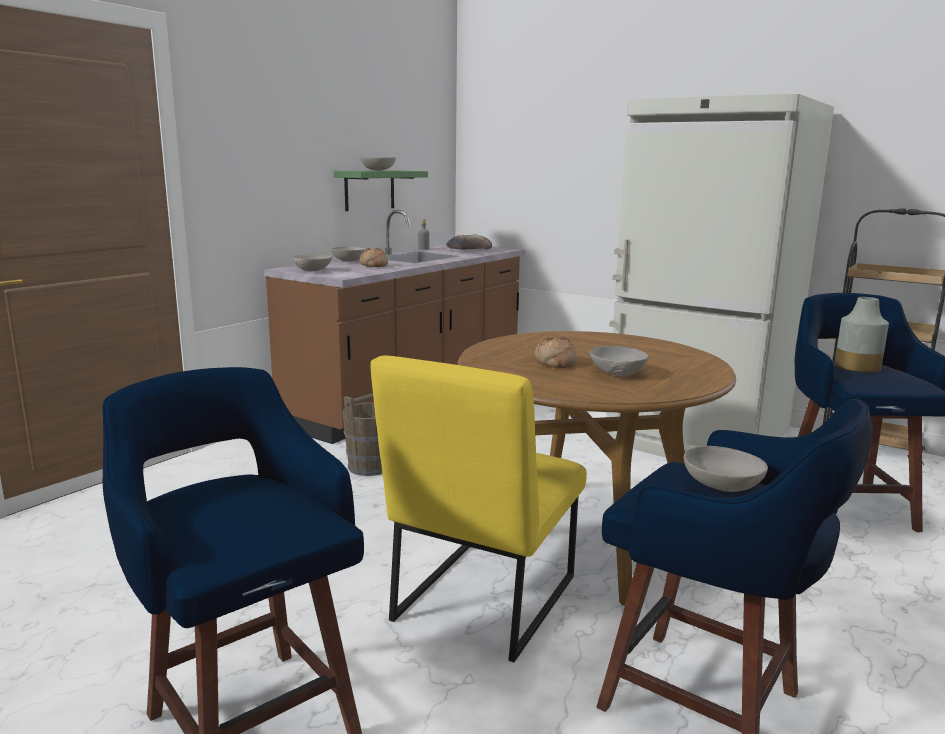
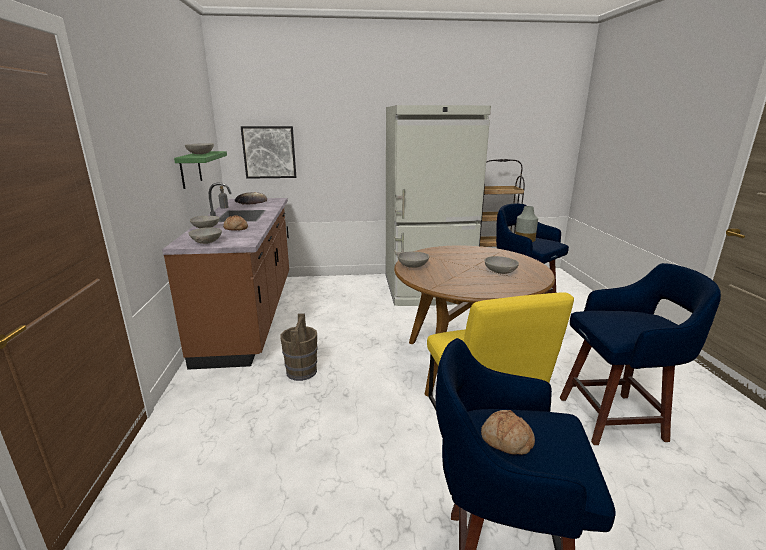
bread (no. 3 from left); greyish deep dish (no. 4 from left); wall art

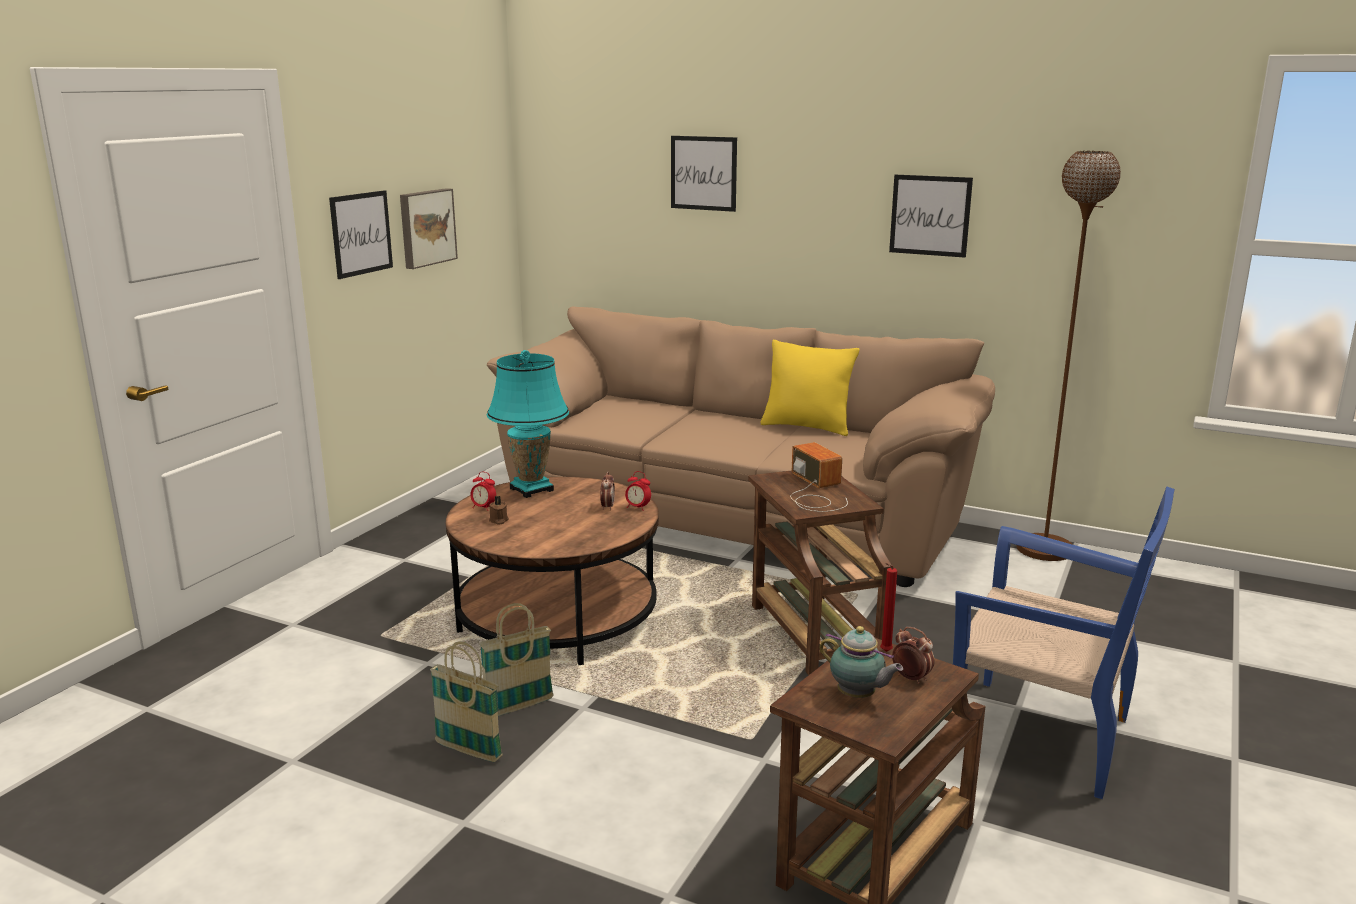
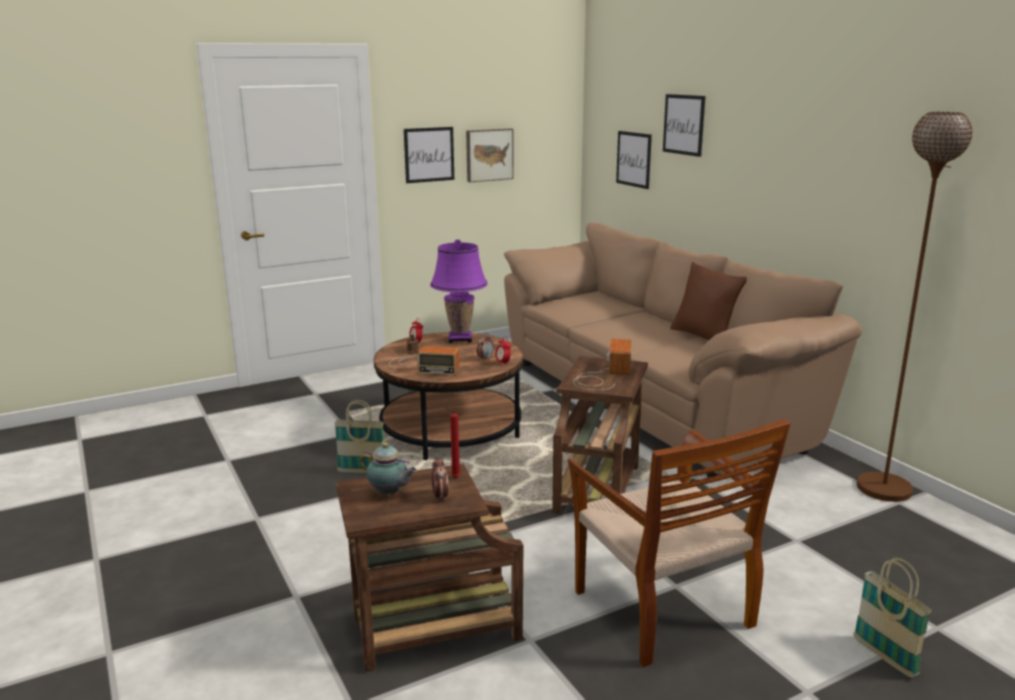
basket (no. 2 from left); purple table lamp; brownish throw pillow; teapot; wall art (no. 3 from left); brownish lounge chair; radio set (no. 1 from left)

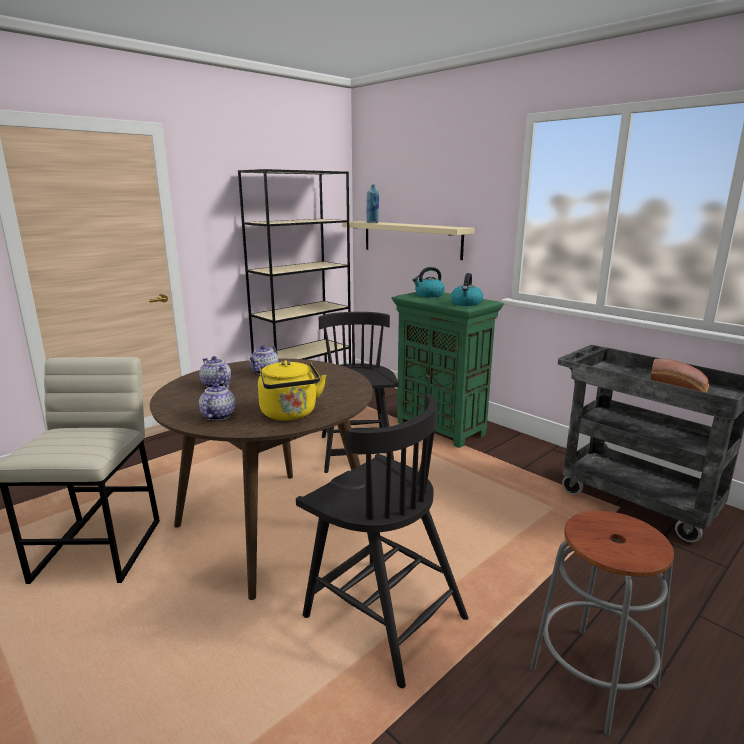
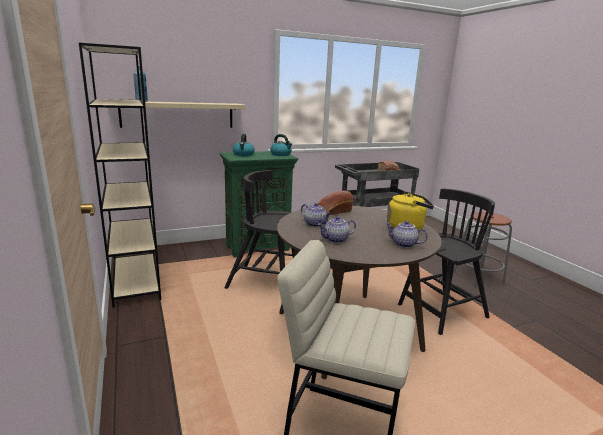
bread (no. 1 from left)

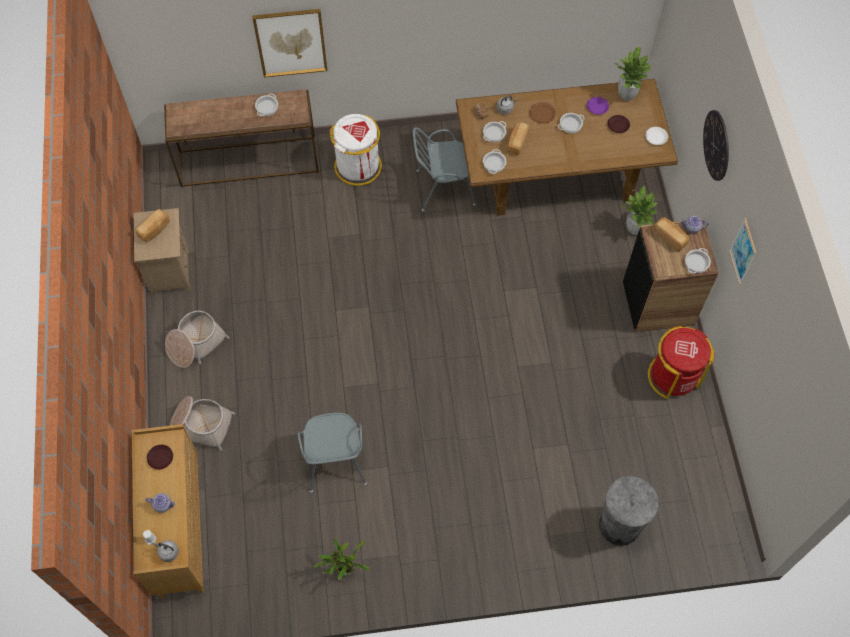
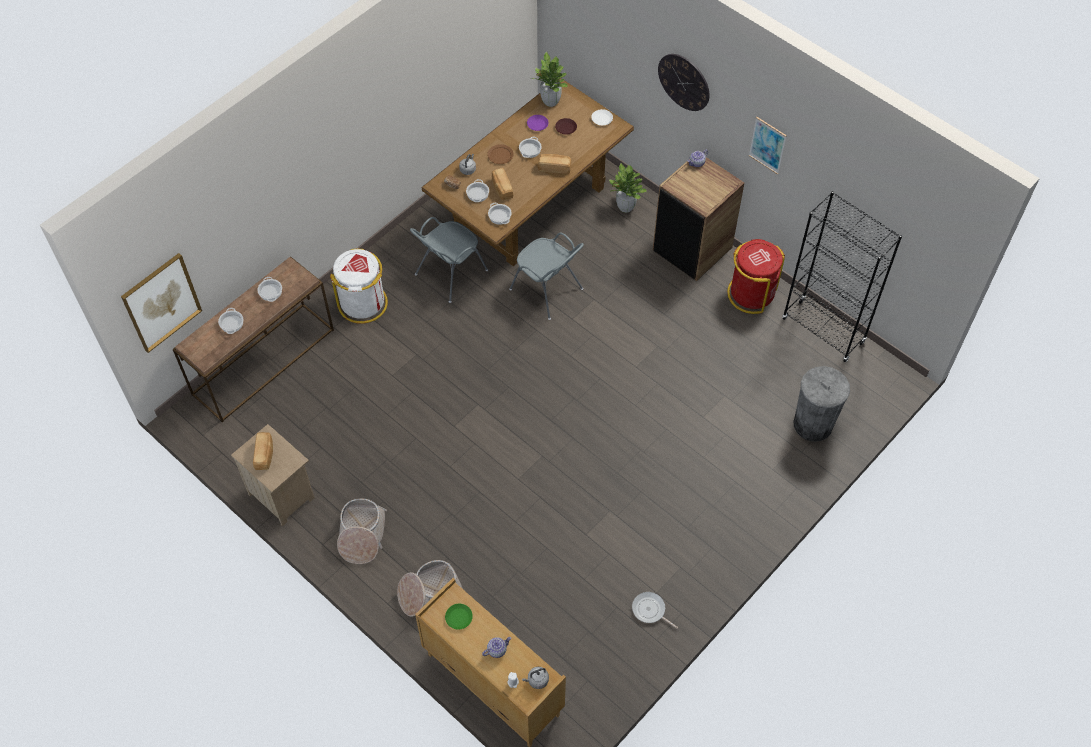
greenish flat dish; wall art (no. 1 from left); greyish plain chair (no. 2 from left); frying pan; bread (no. 4 from left); stockpot (no. 1 from left); black-coloured bookcase

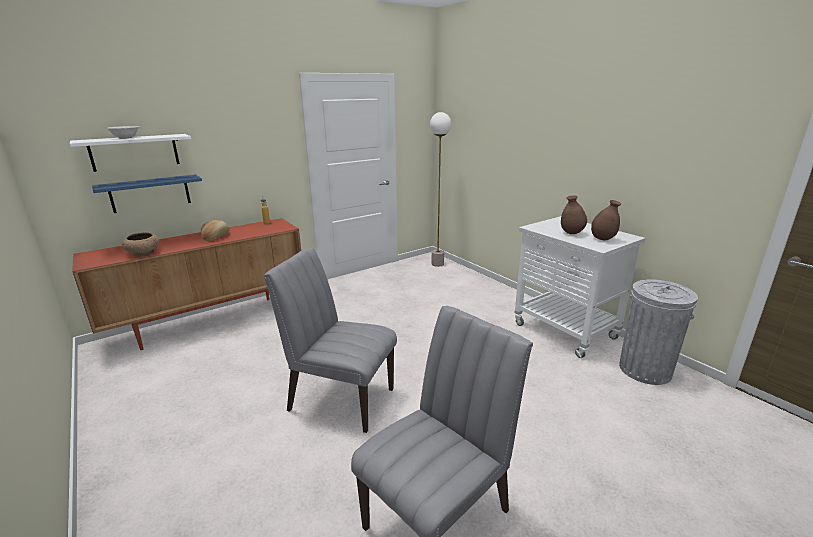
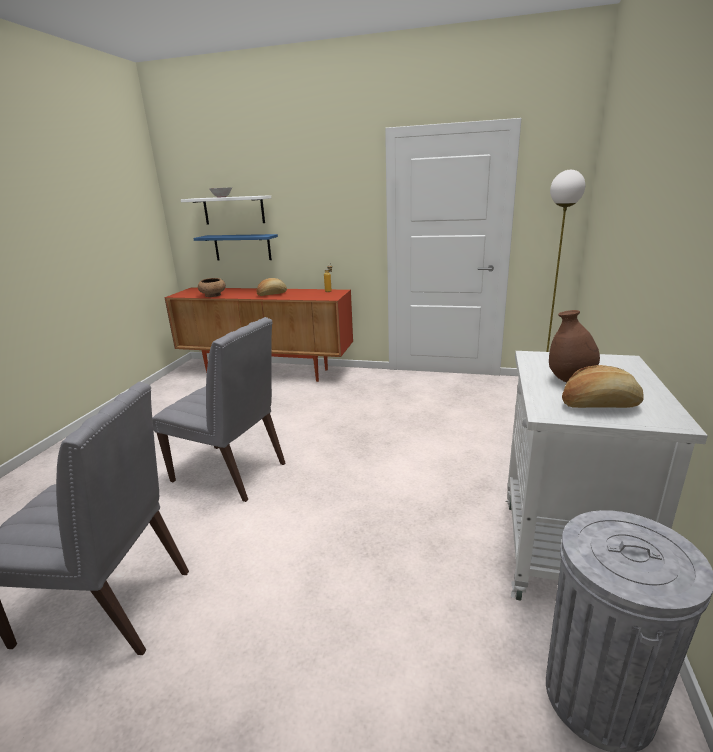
greyish plain chair (no. 2 from left); bread (no. 2 from left)

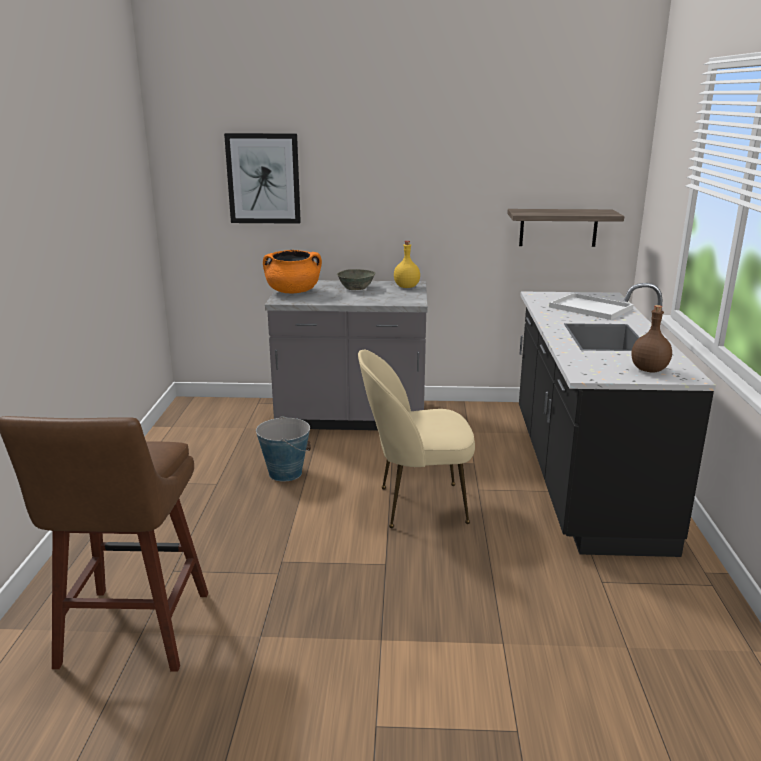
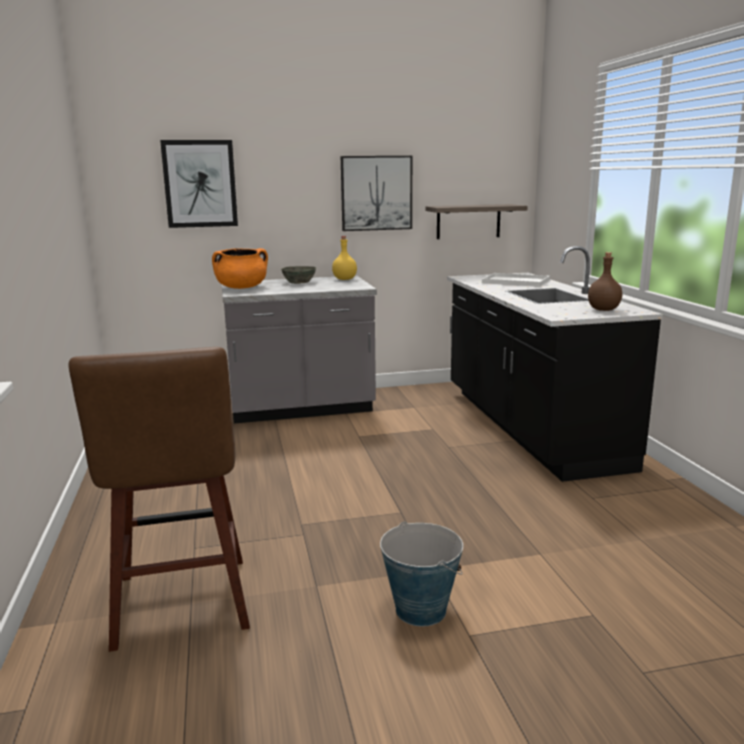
water bucket; sand-coloured plain chair; wall art (no. 2 from left)

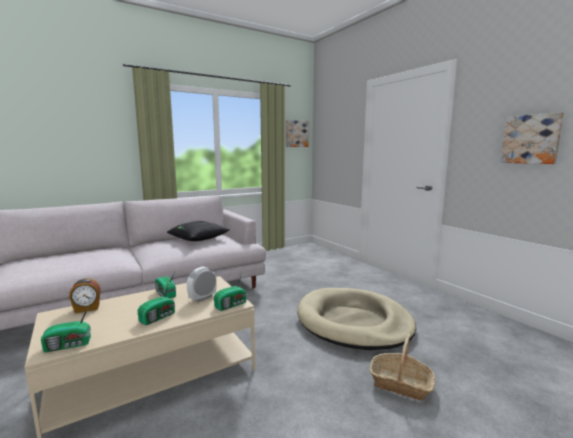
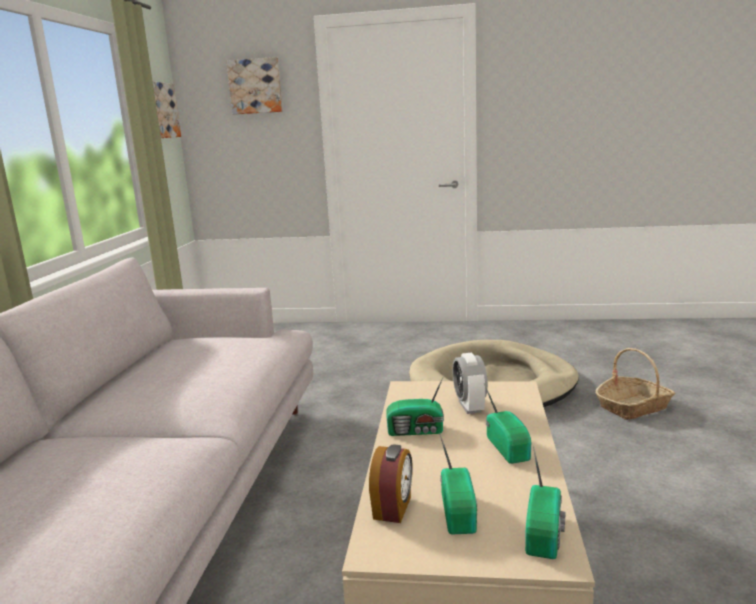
black-coloured throw pillow; radio set (no. 2 from left); wall art (no. 2 from left)

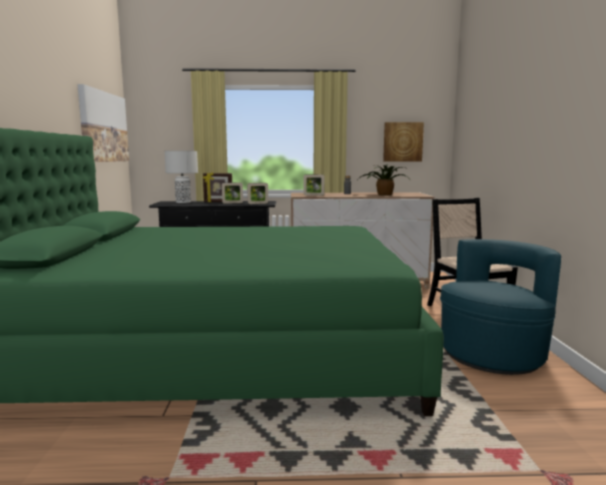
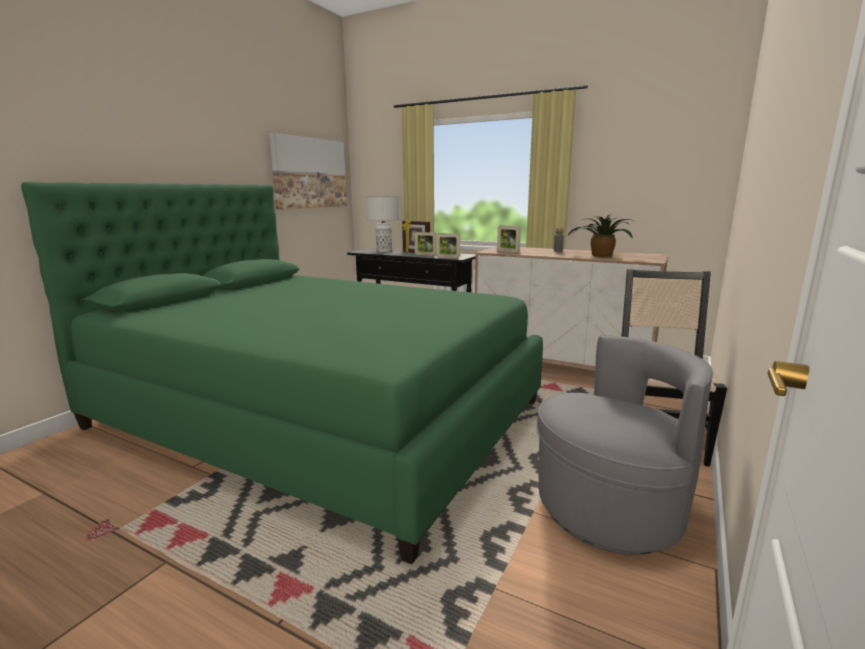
wall art (no. 2 from left in the first image); greyish lounge chair

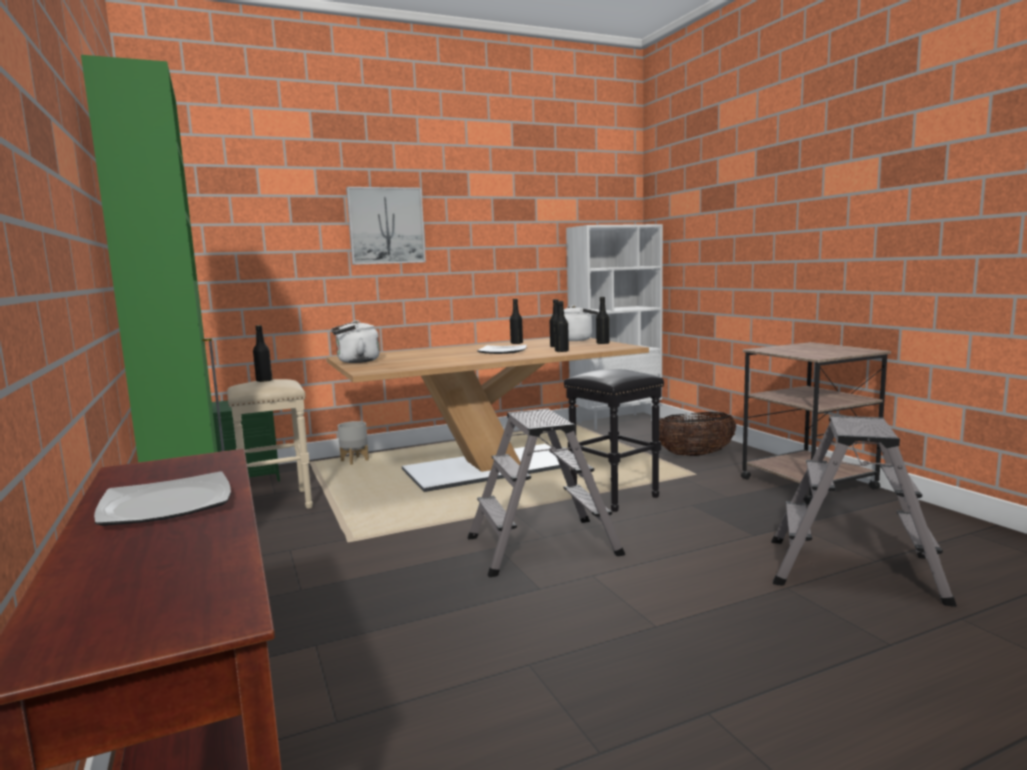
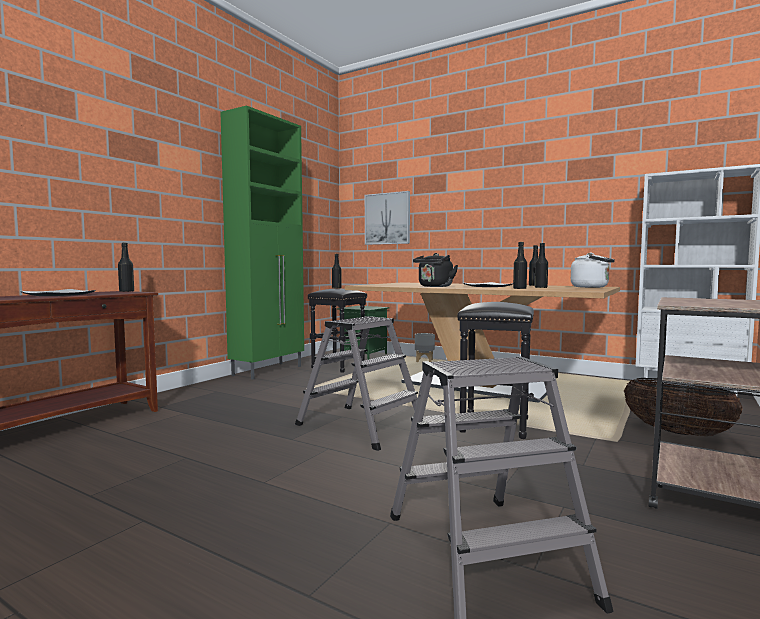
black-coloured sitting stool (no. 1 from left); whitish kettle (no. 1 from left in the first image); wall art; black-coloured bottle (no. 1 from left); black-coloured kettle

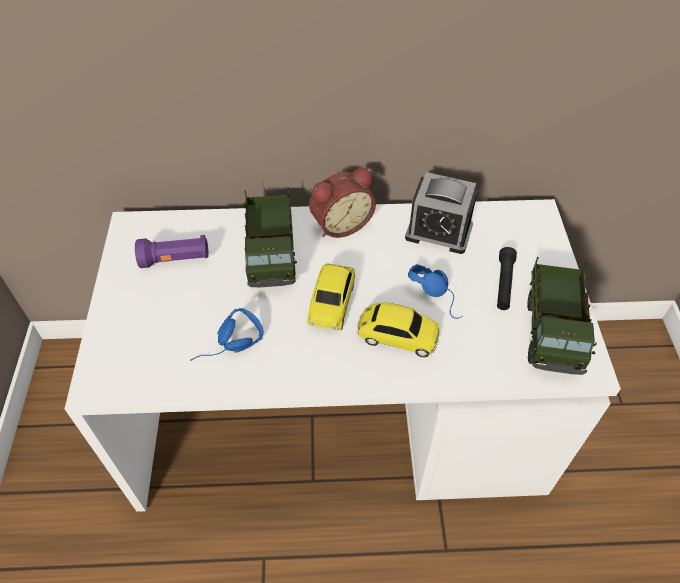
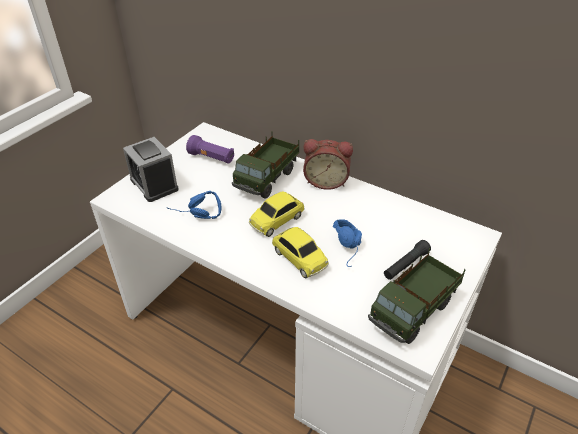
bedside clock (no. 1 from left)

